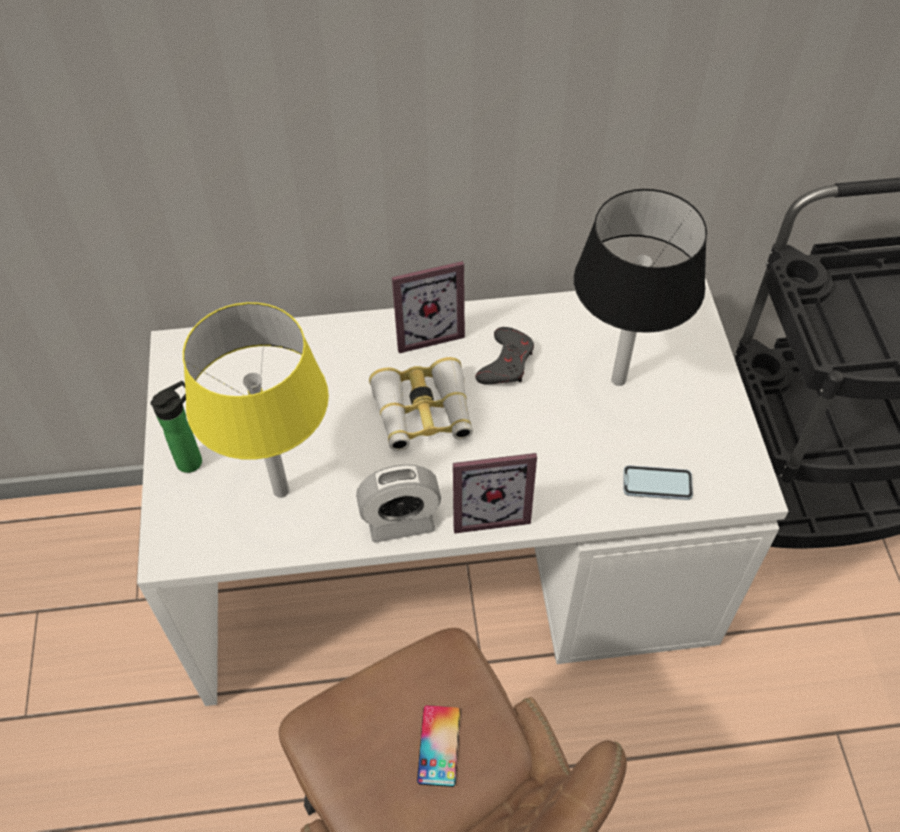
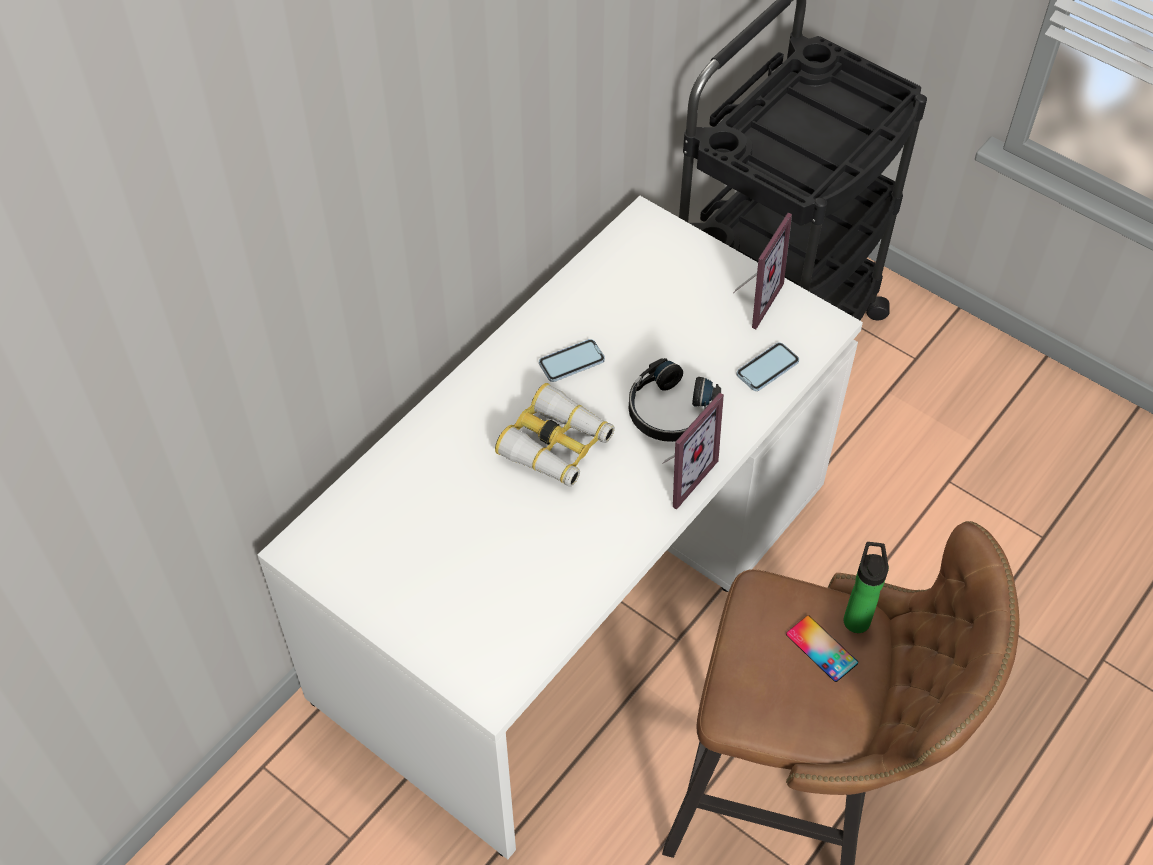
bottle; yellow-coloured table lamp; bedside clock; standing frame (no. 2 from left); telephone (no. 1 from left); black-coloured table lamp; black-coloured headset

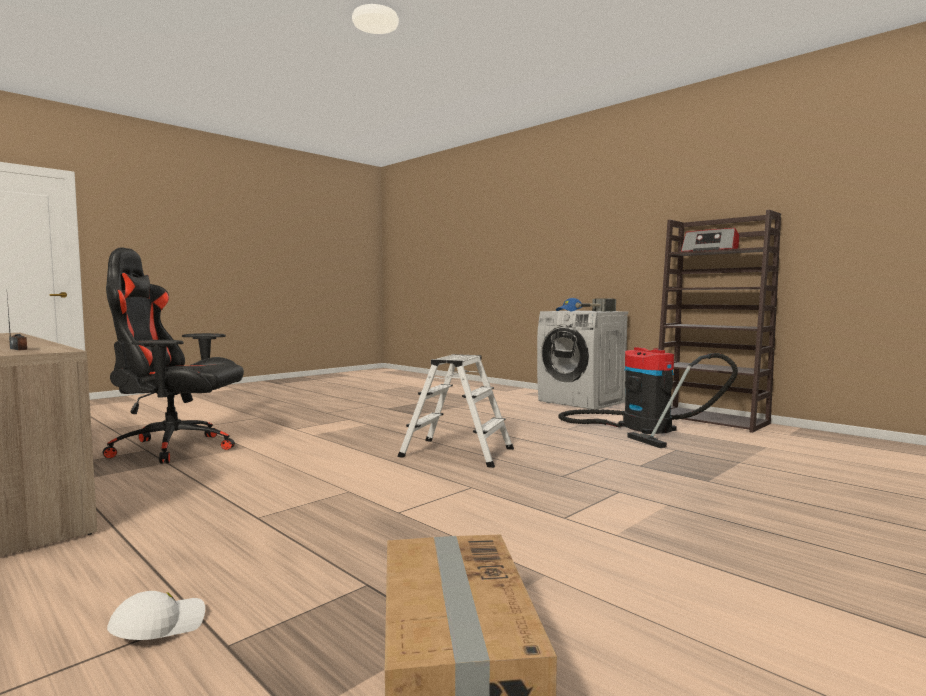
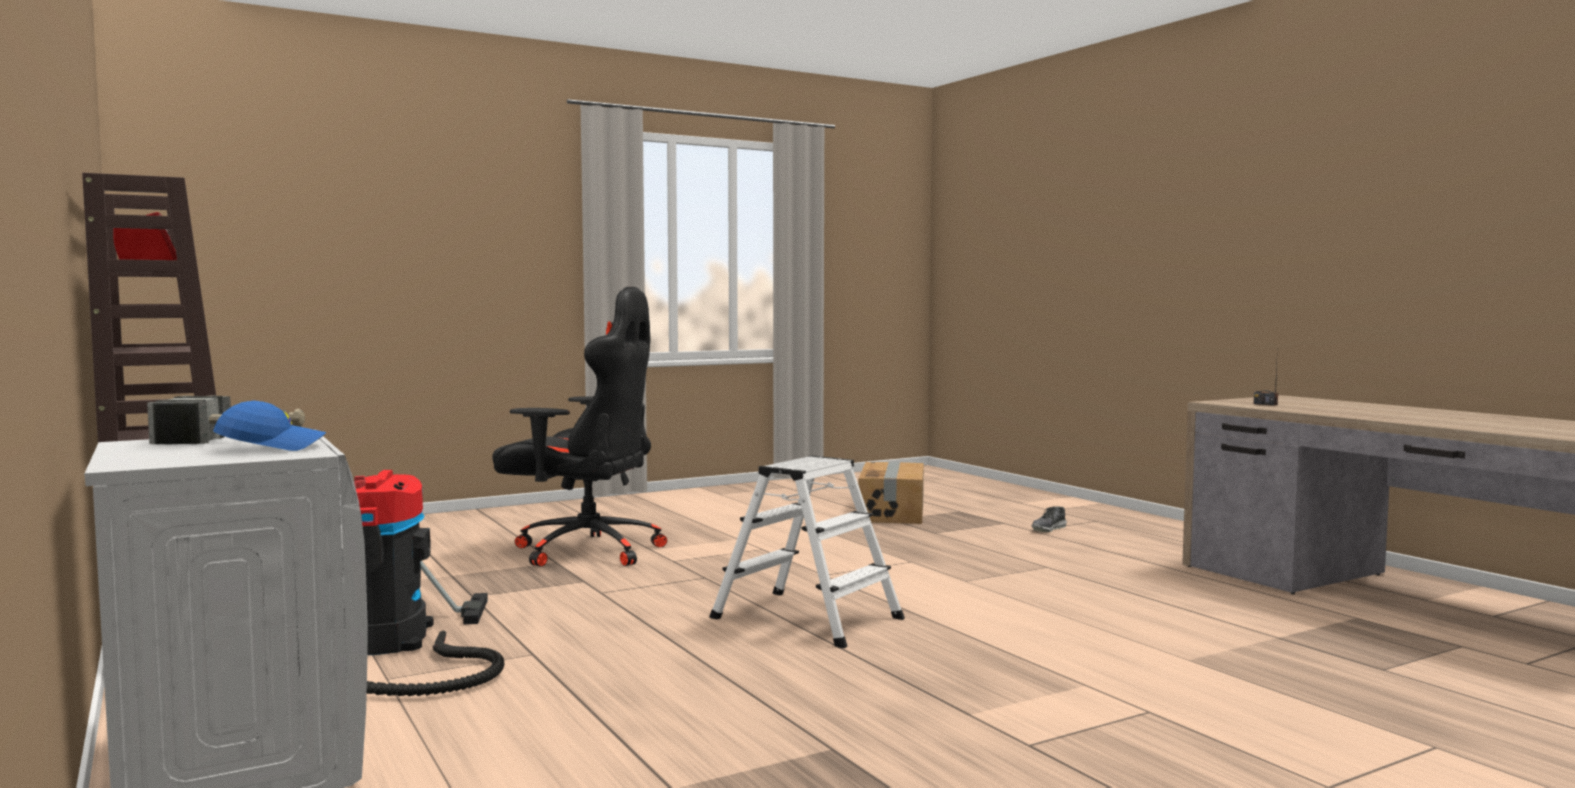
black-coloured office chair; low shoe

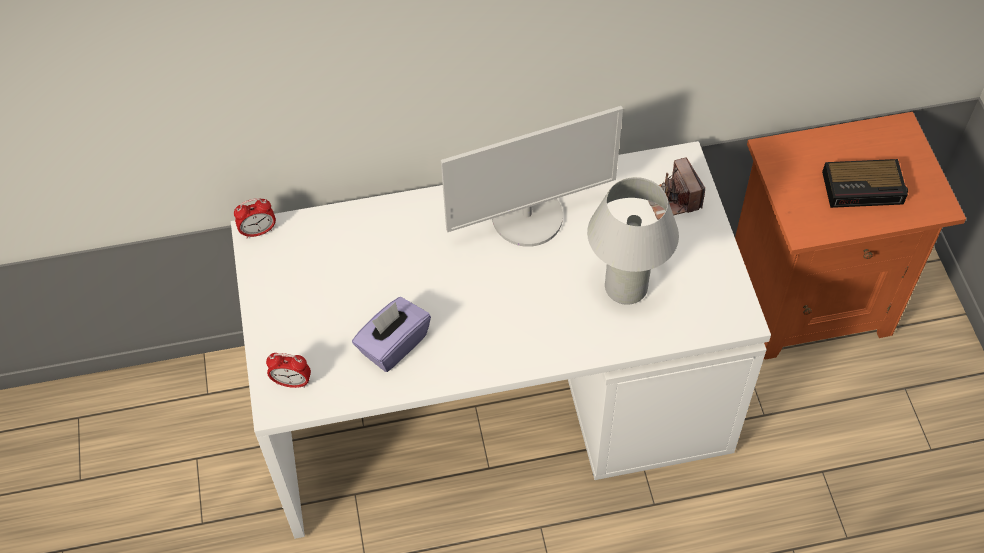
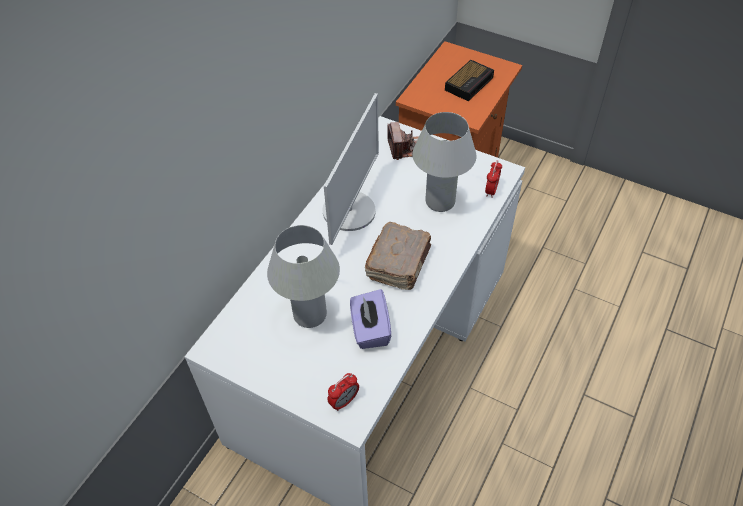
bedside clock (no. 3 from left); still camera; whitish table lamp (no. 1 from left); brownish volume

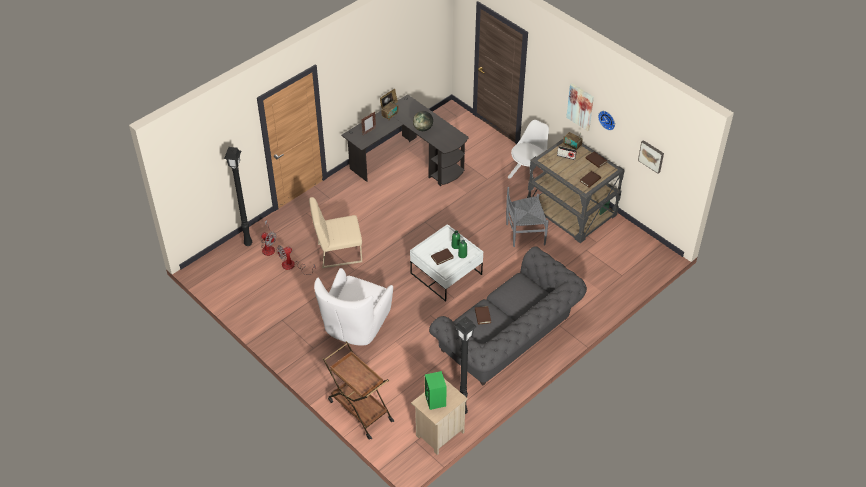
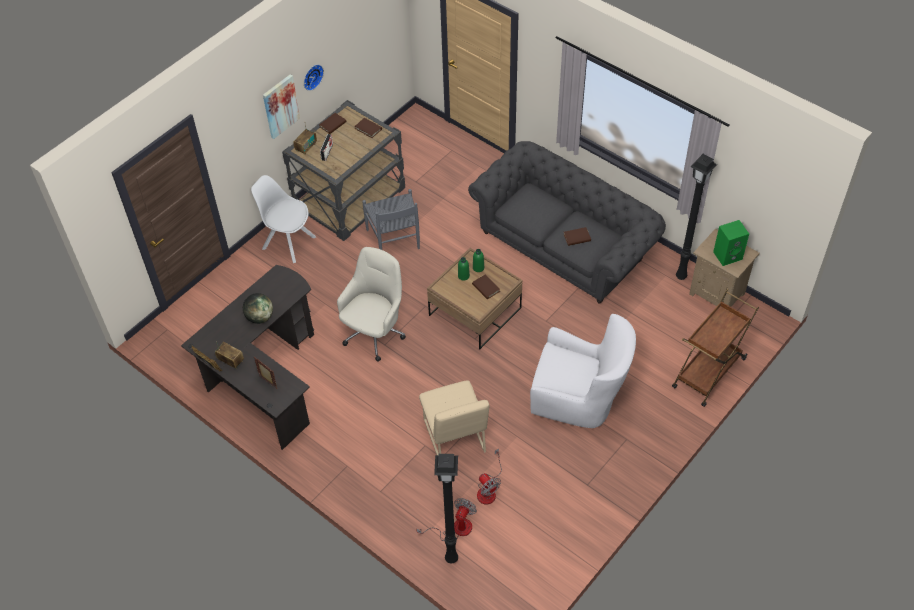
brownish low table; wall art (no. 2 from left in the first image); sand-coloured office chair

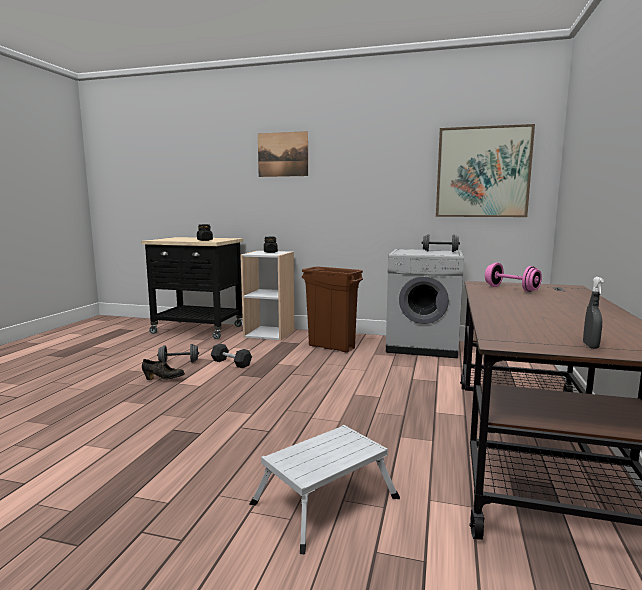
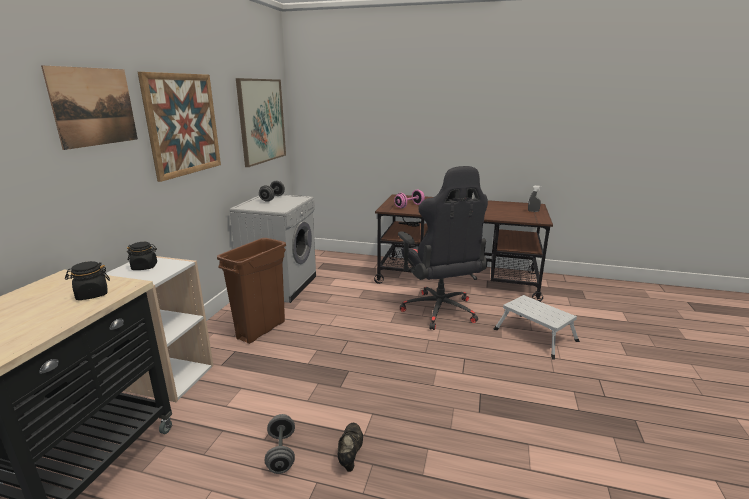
greyish free weight (no. 2 from left in the first image); wall art (no. 2 from left); black-coloured office chair

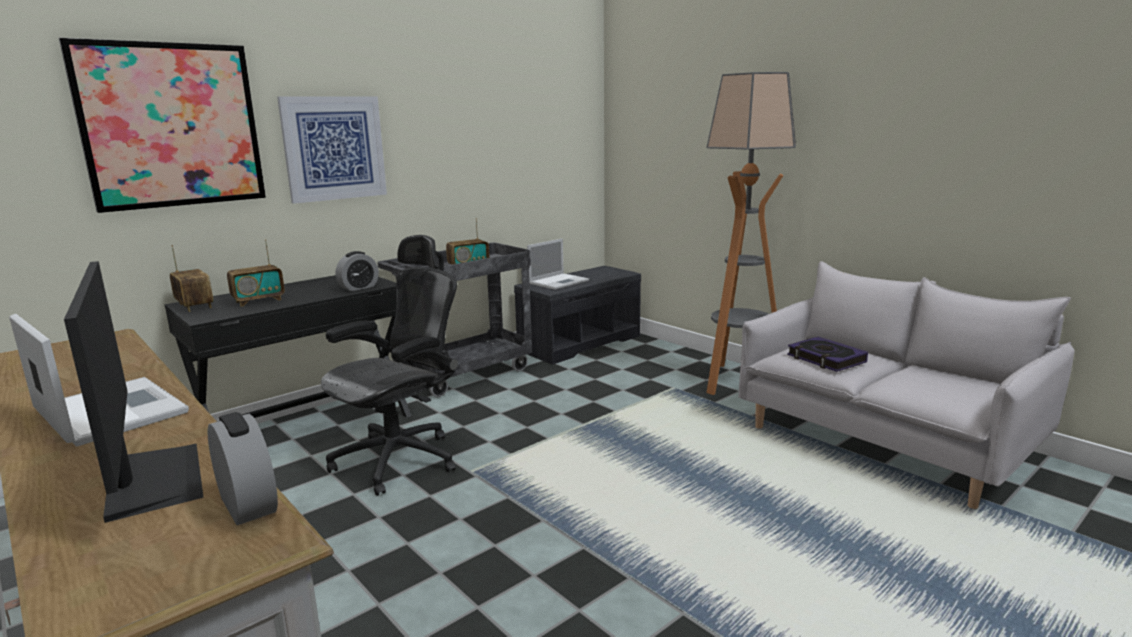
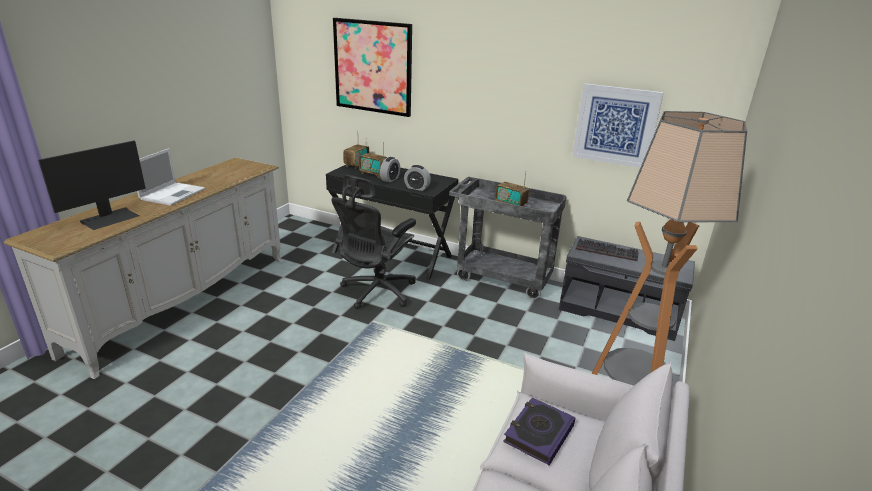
bedside clock (no. 1 from left); wall art (no. 2 from left); office chair; keyboard

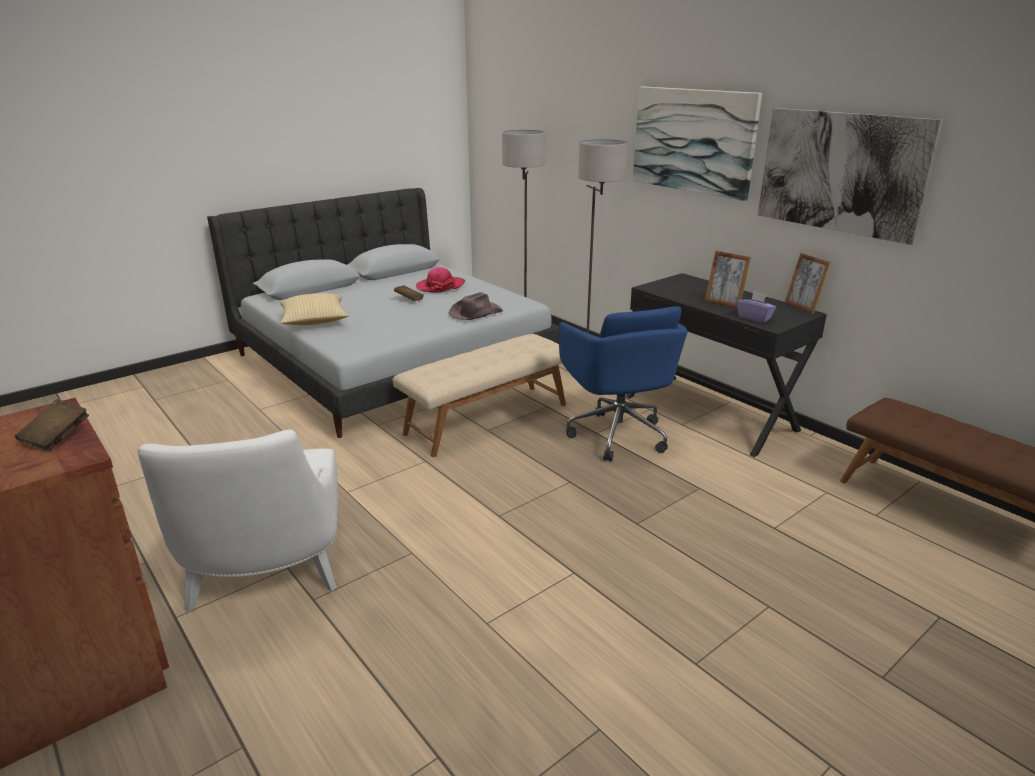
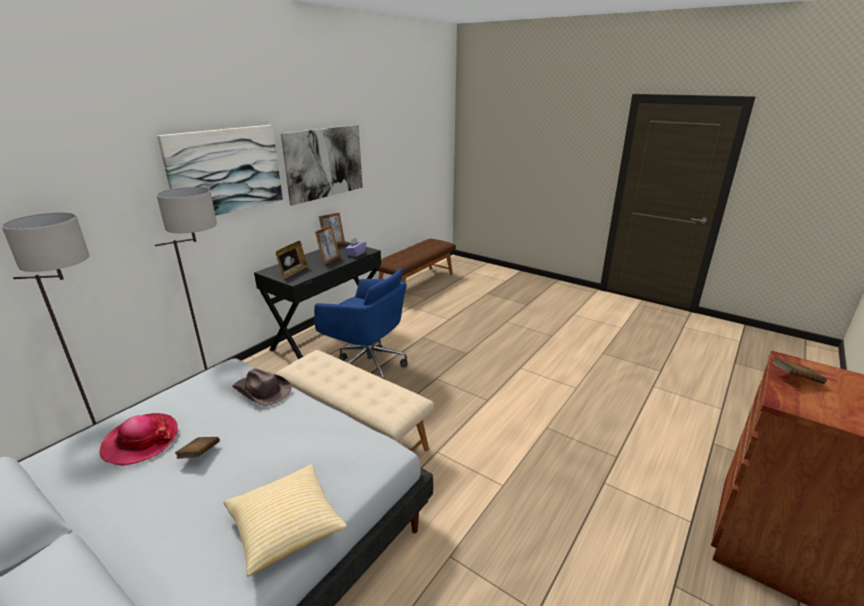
whitish lounge chair; bluish office chair; standing frame (no. 1 from left)

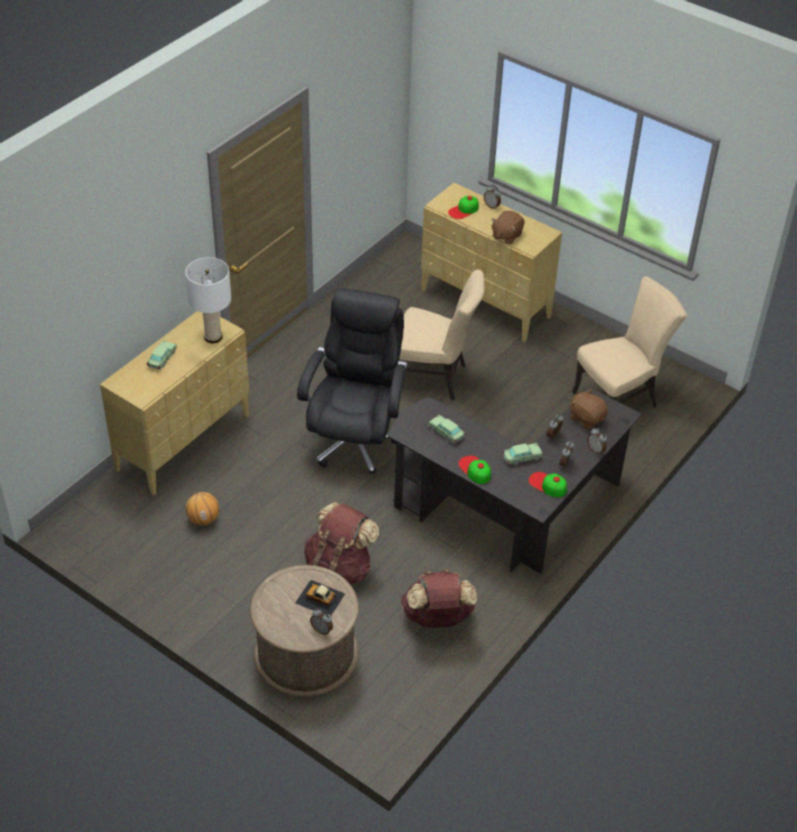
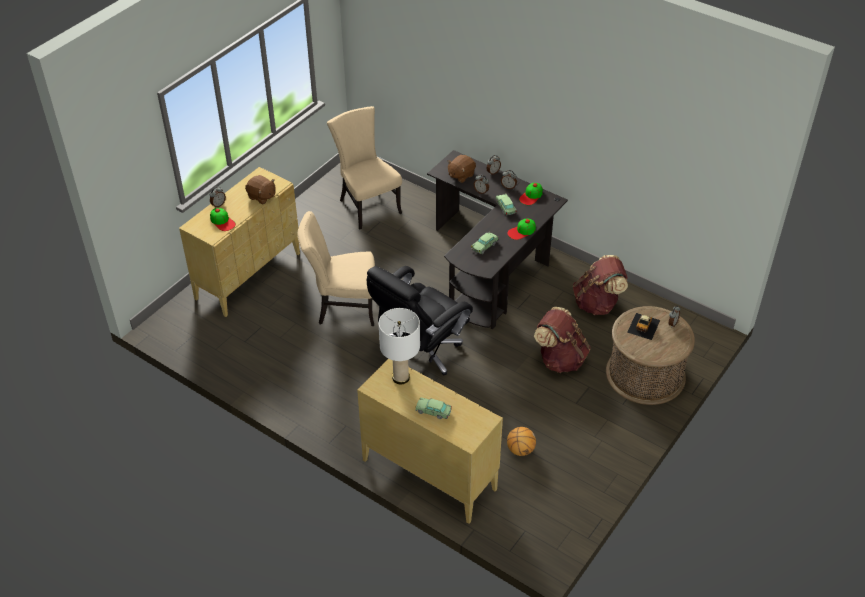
black-coloured office chair; sand-coloured plain chair (no. 1 from left)

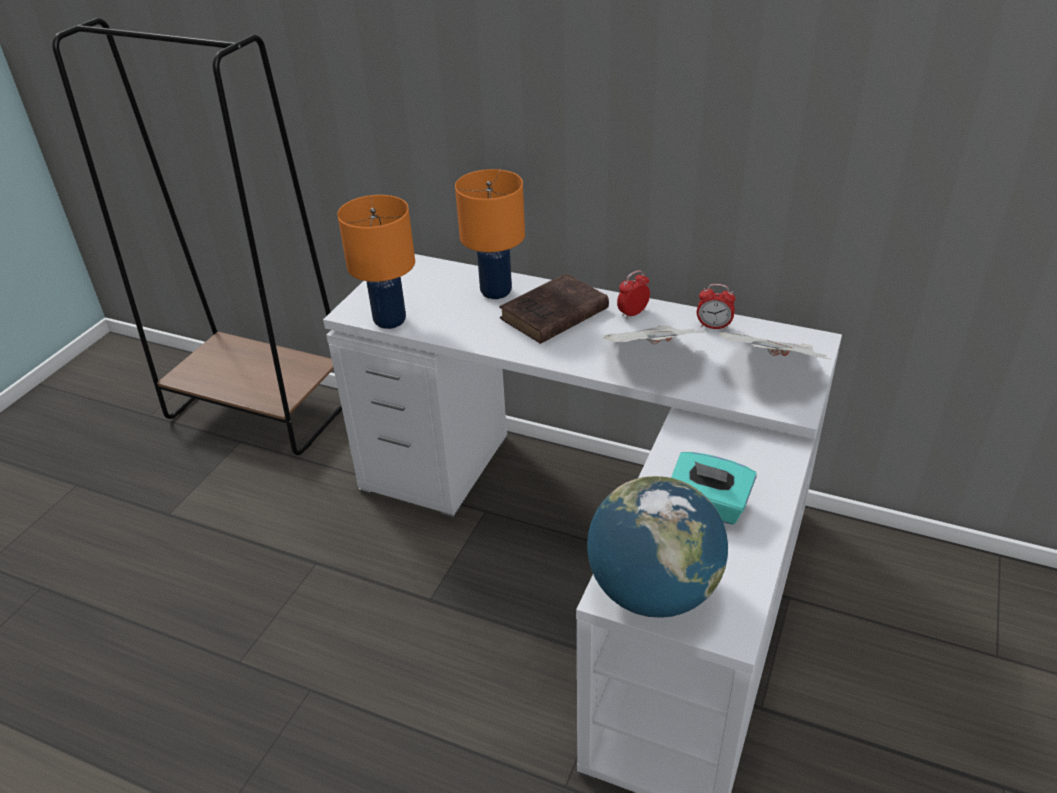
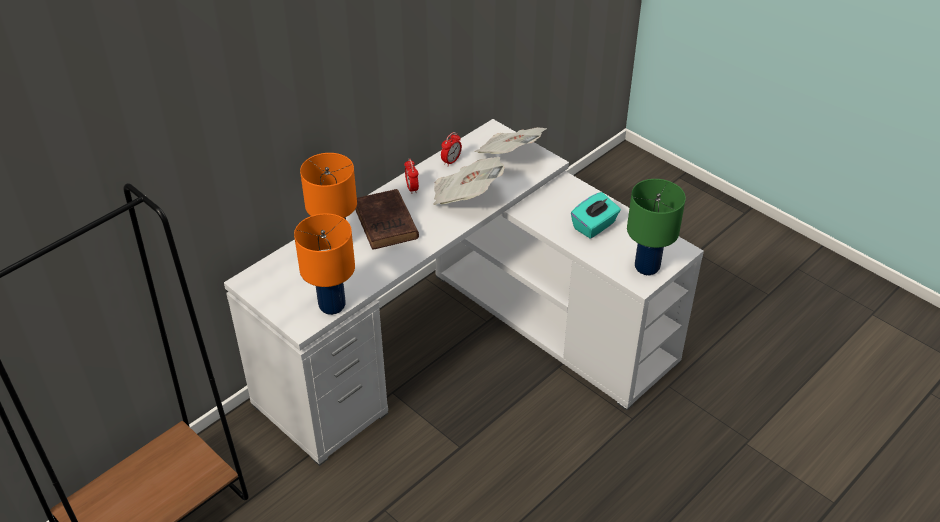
greenish table lamp

